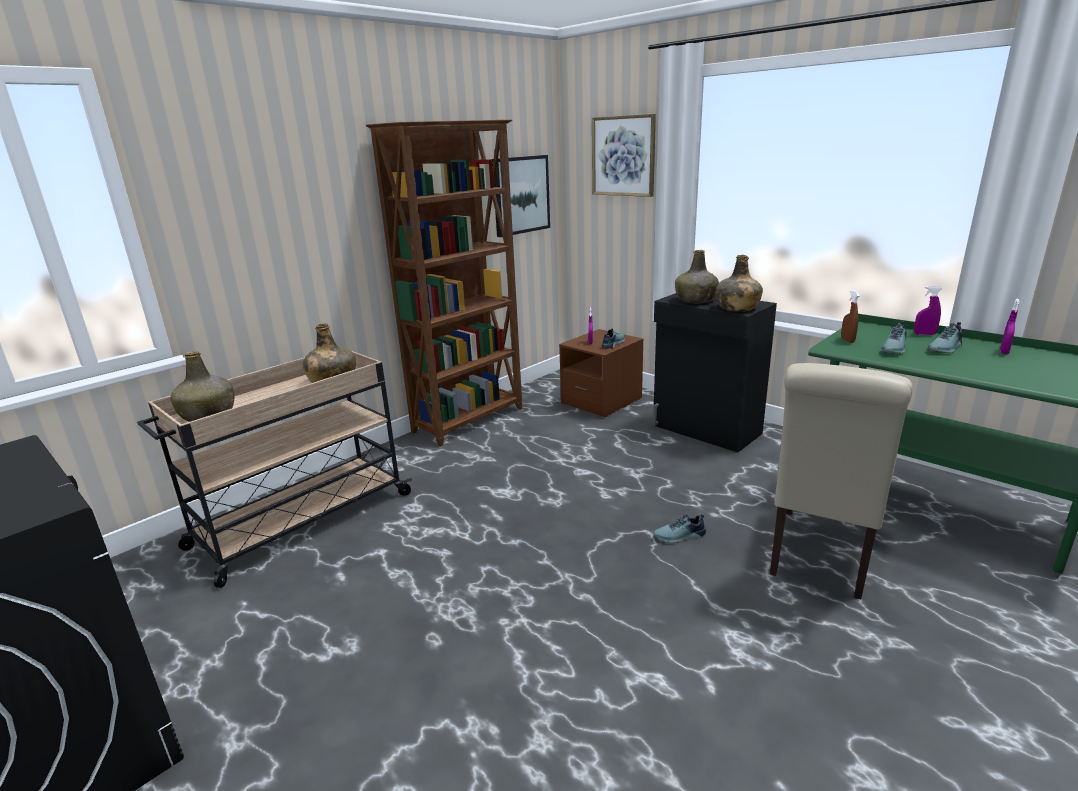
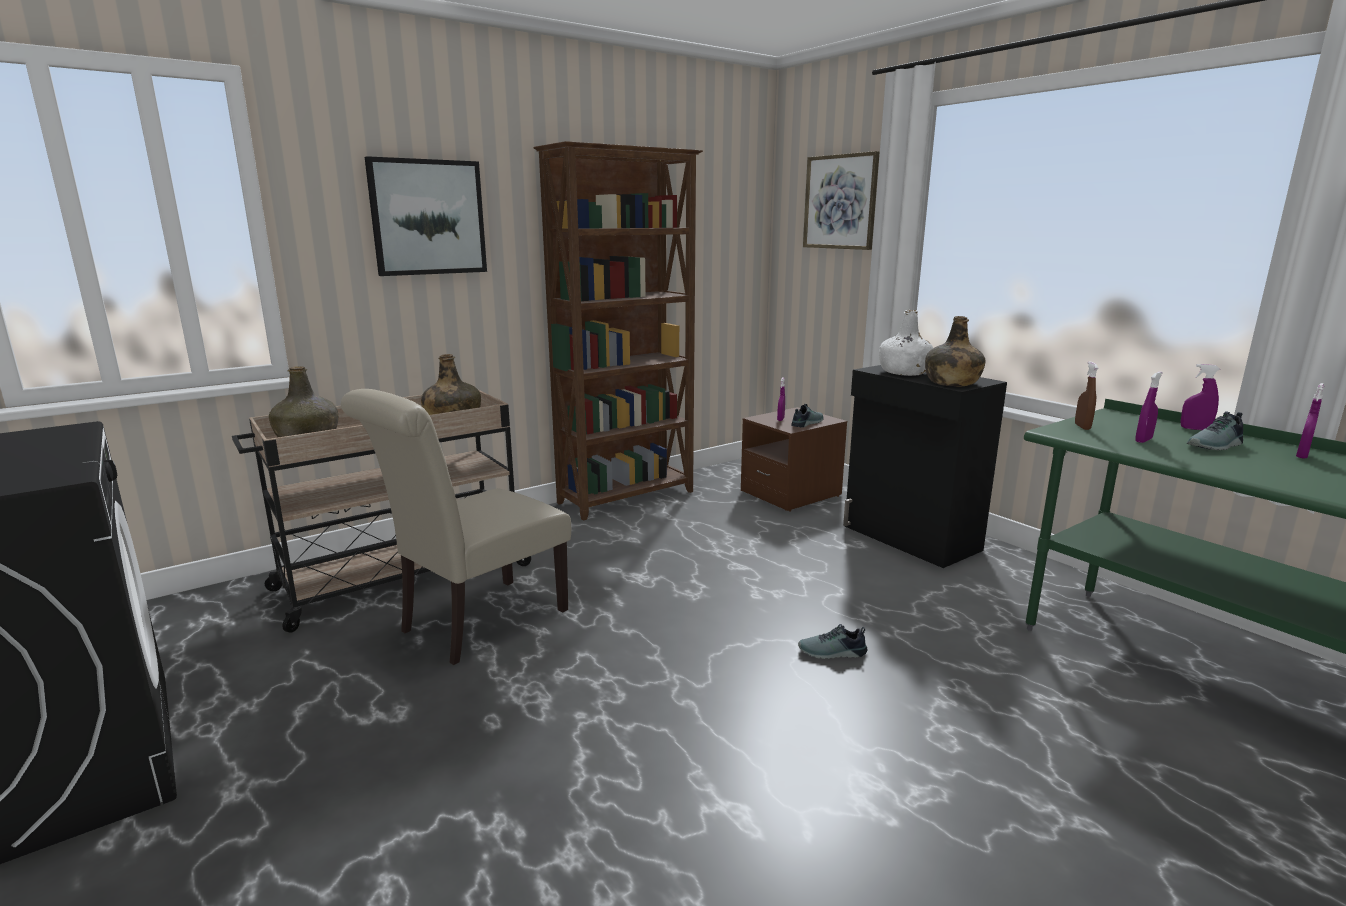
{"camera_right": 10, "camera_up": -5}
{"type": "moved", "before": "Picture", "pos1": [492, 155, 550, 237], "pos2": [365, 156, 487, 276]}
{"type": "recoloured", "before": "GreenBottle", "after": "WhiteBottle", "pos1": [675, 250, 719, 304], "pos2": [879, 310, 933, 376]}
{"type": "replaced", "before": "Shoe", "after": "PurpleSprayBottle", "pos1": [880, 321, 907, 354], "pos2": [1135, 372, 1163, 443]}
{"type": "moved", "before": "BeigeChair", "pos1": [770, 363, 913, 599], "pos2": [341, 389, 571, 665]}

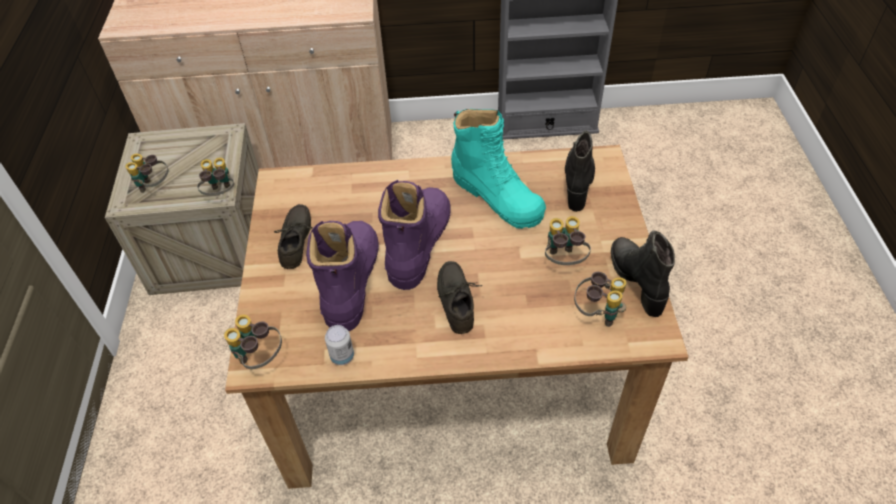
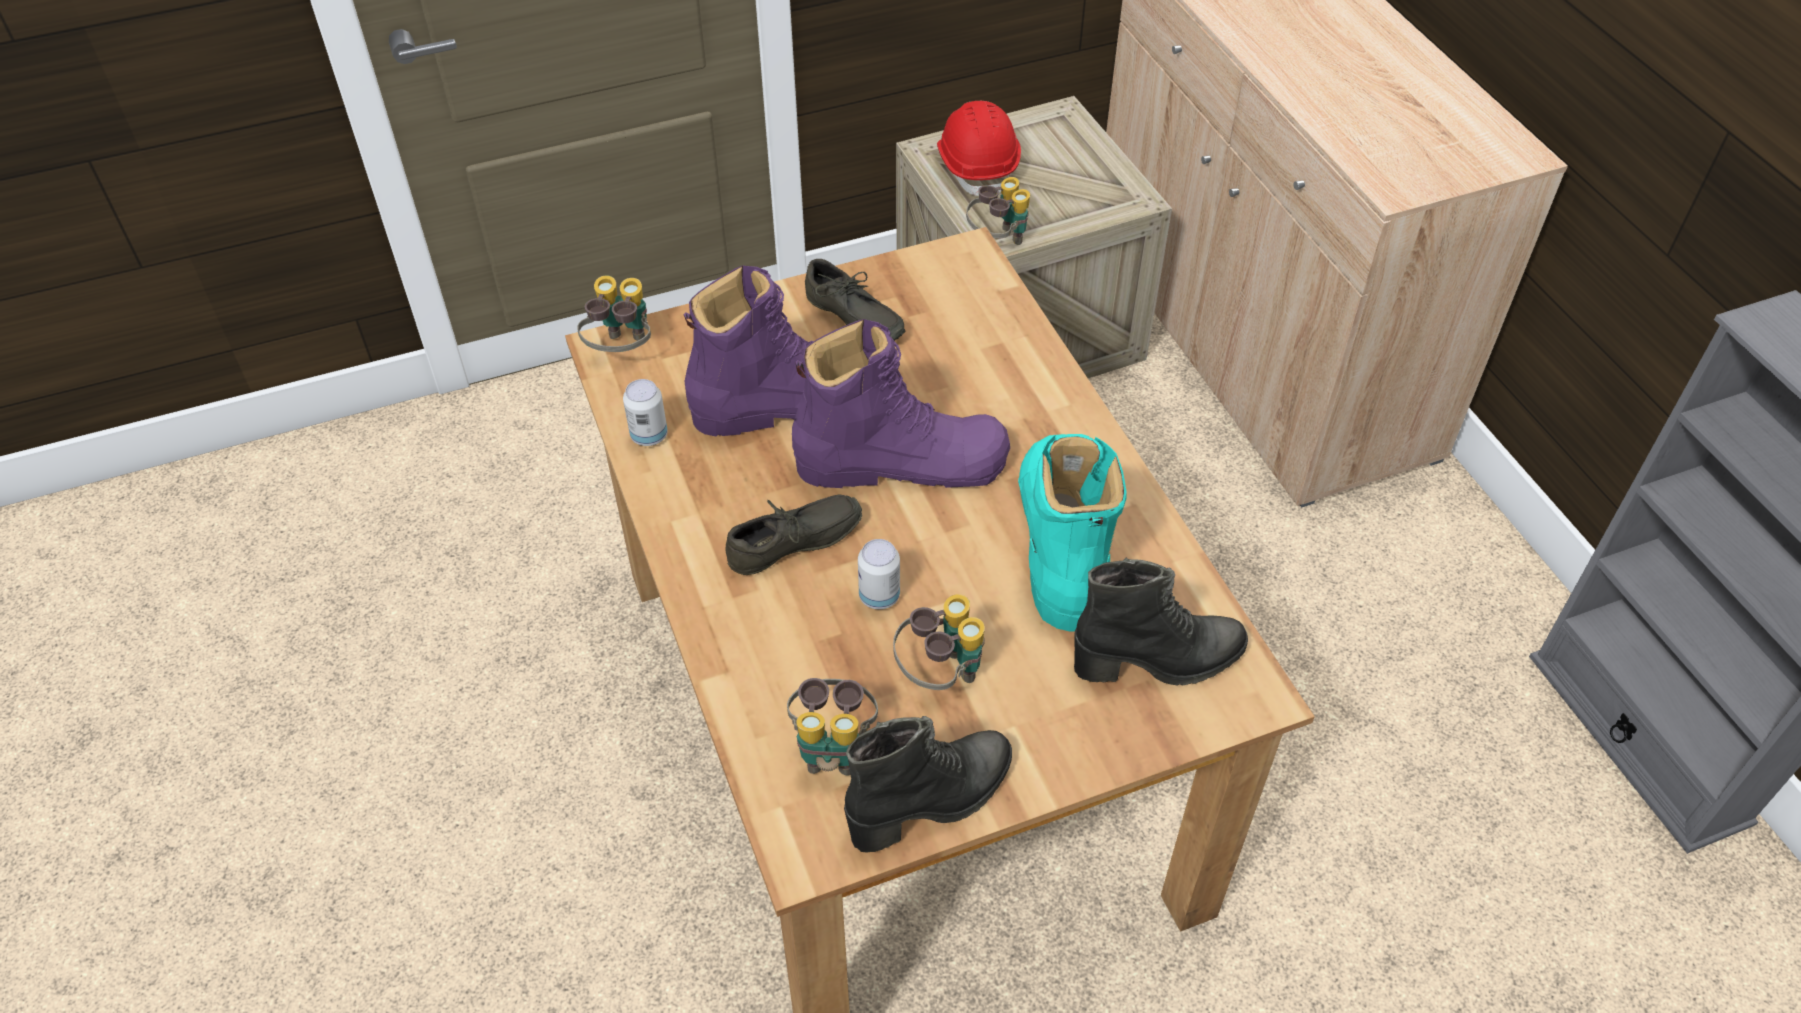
{"camera_right": 70, "camera_up": 0}
{"type": "turned", "before": "TurquoiseBoot", "pos1": [451, 109, 546, 229], "pos2": [1018, 434, 1127, 631], "turn": 150}
{"type": "replaced", "before": "Binoculars", "after": "RedHardHat", "pos1": [125, 154, 169, 193], "pos2": [937, 101, 1021, 196]}
{"type": "turned", "before": "GreyShoe", "pos1": [274, 204, 313, 269], "pos2": [805, 259, 906, 341], "turn": 60}
{"type": "added", "after": "Can", "pos2": [858, 539, 900, 609]}

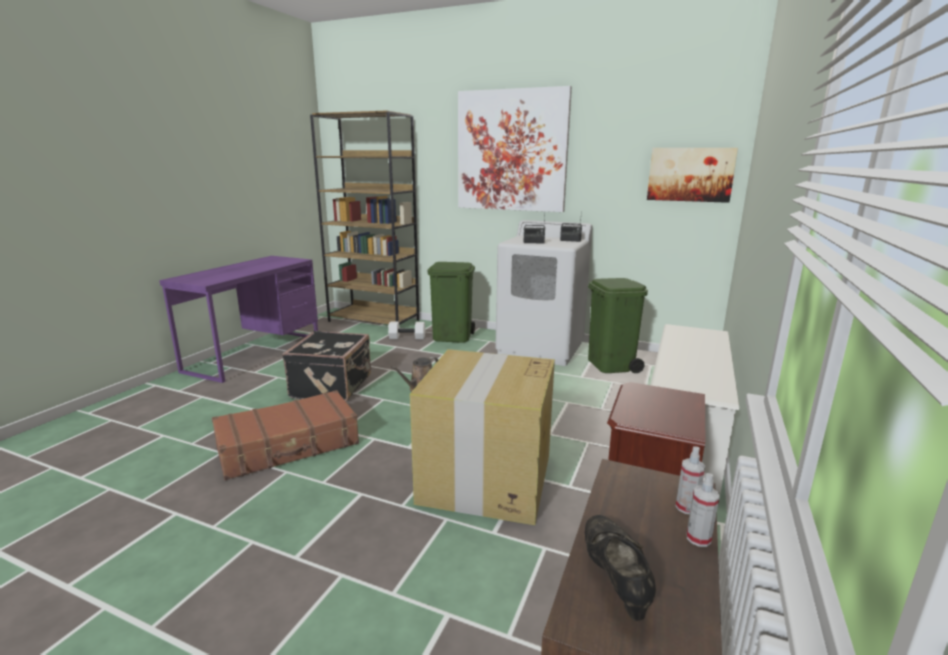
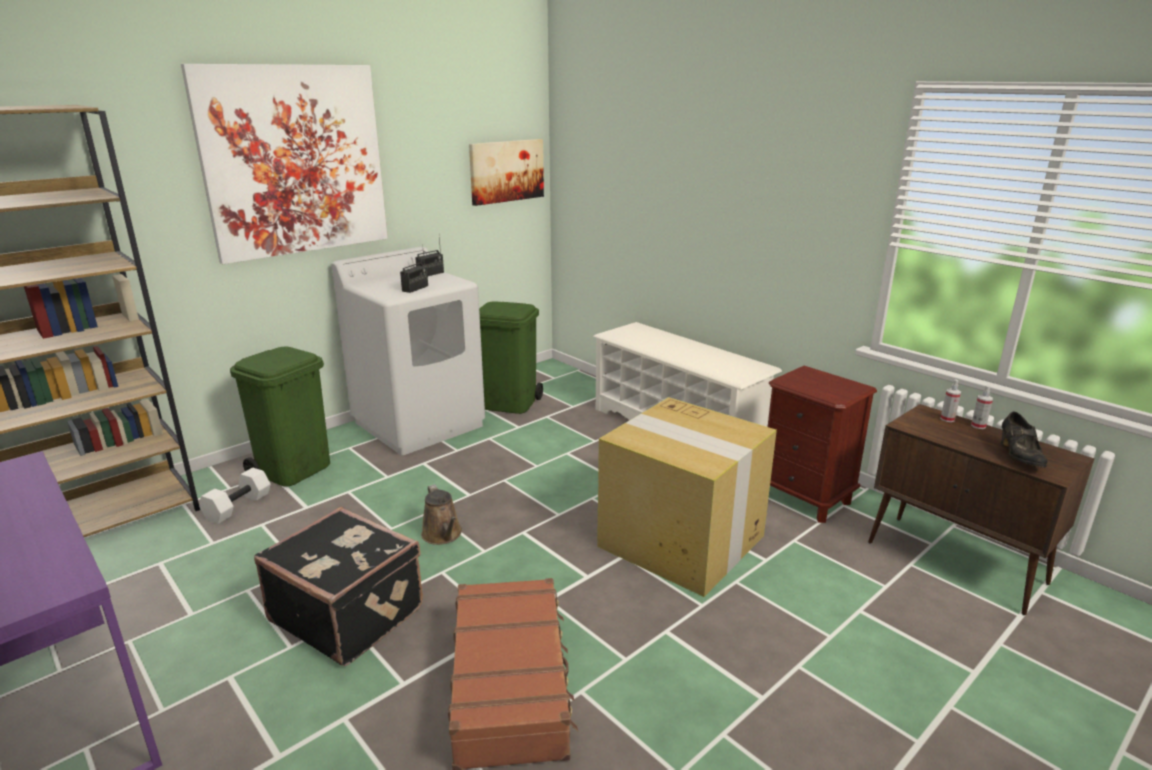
{"camera_right": -65, "camera_up": 5}
{"type": "turned", "before": "BlackShoe", "pos1": [585, 515, 656, 621], "pos2": [1001, 412, 1047, 468], "turn": -105}

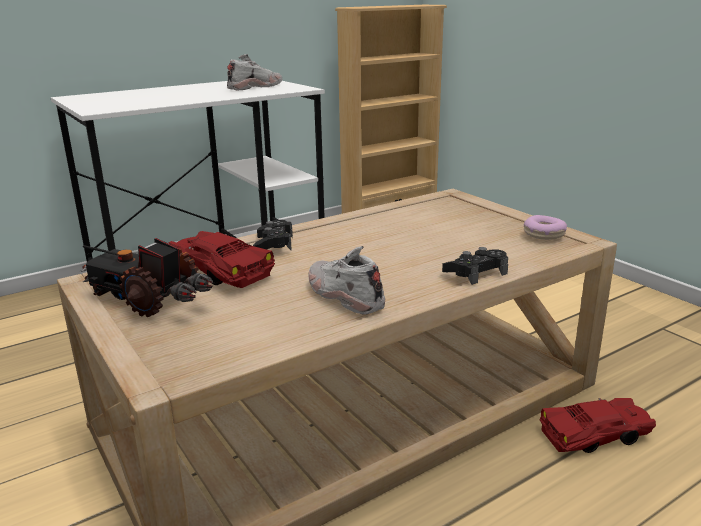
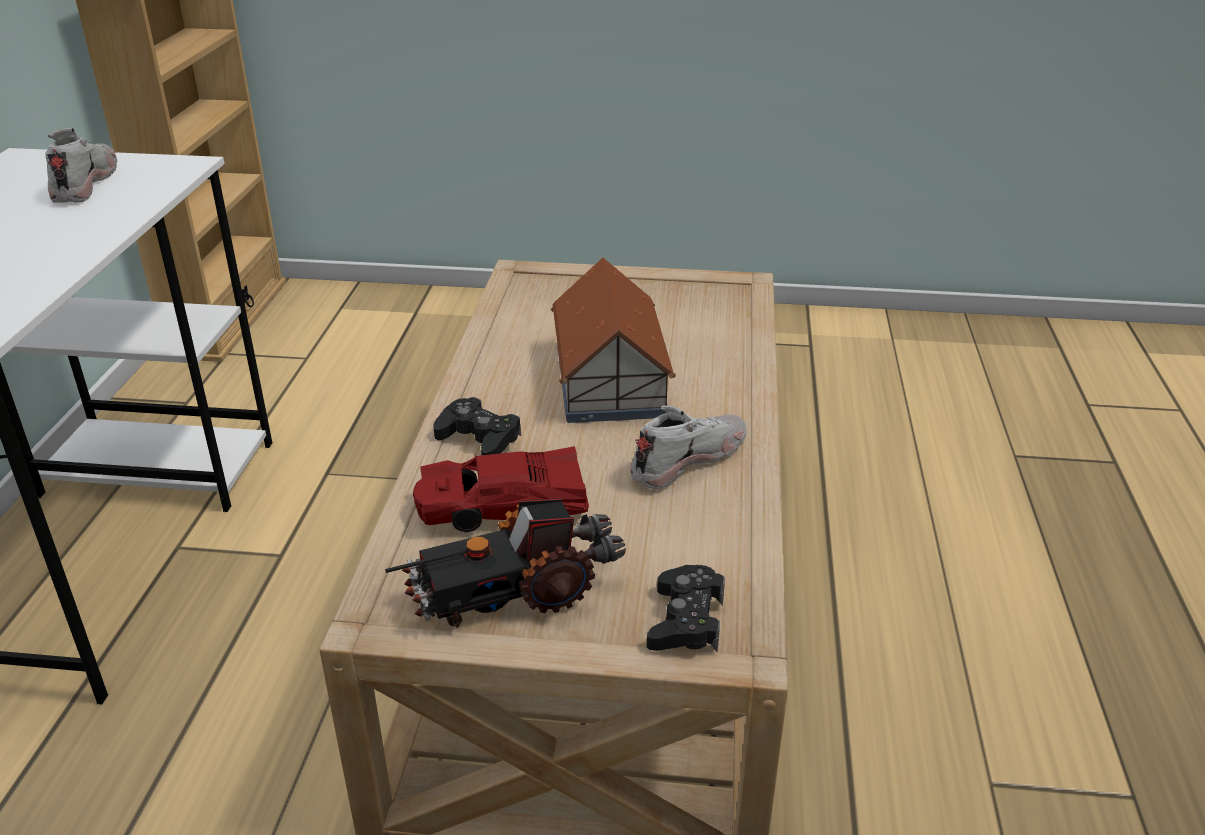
{"camera_right": -50, "camera_up": 10}
{"type": "removed", "before": "Donut", "pos1": [524, 215, 567, 240]}
{"type": "turned", "before": "WhiteShoe", "pos1": [308, 246, 385, 315], "pos2": [631, 405, 746, 490], "turn": 135}
{"type": "moved", "before": "BlackGameController", "pos1": [442, 247, 508, 285], "pos2": [647, 565, 725, 652]}
{"type": "removed", "before": "RedToyCar", "pos1": [539, 398, 656, 453]}
{"type": "added", "after": "ToyHouse", "pos2": [551, 258, 676, 423]}

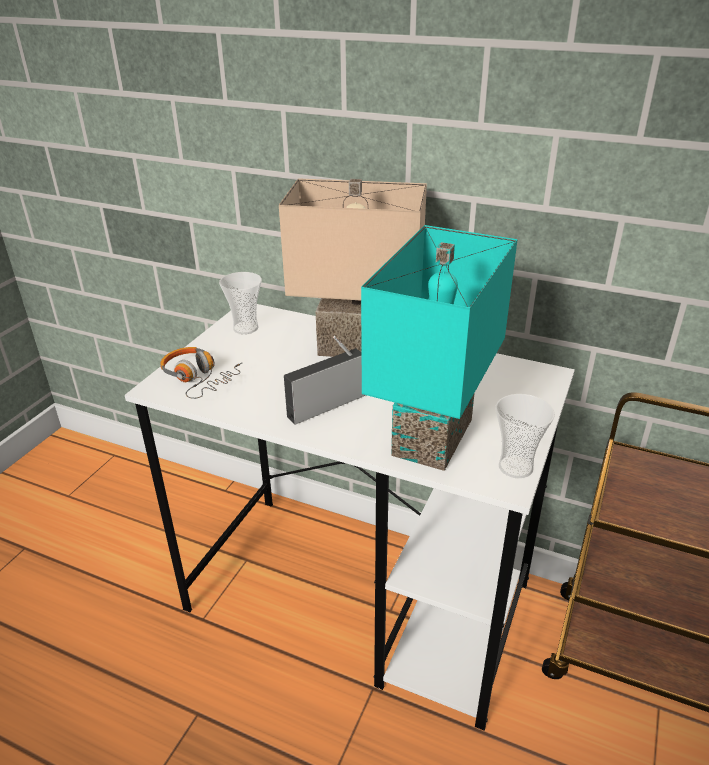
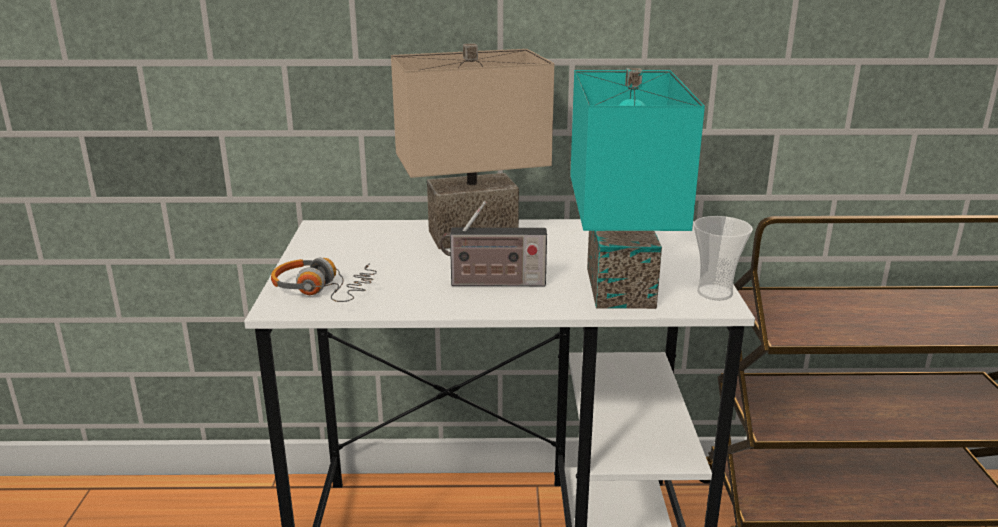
{"camera_right": -25, "camera_up": -10}
{"type": "removed", "before": "Cup", "pos1": [219, 272, 262, 334]}
{"type": "turned", "before": "Radio", "pos1": [284, 336, 365, 425], "pos2": [440, 201, 547, 286], "turn": -120}

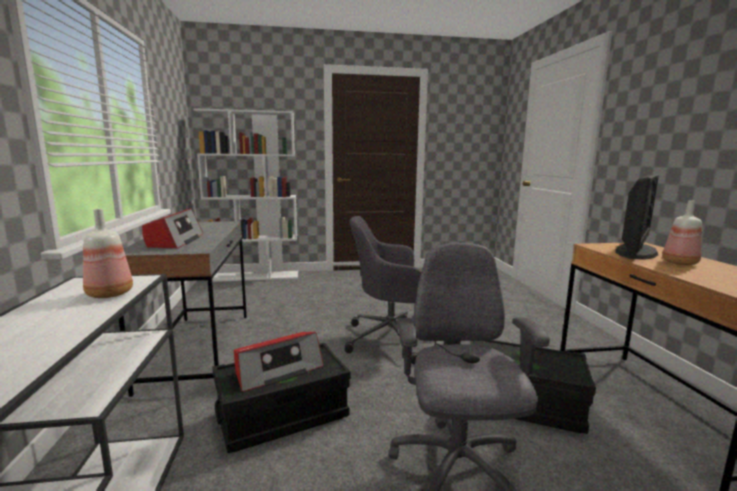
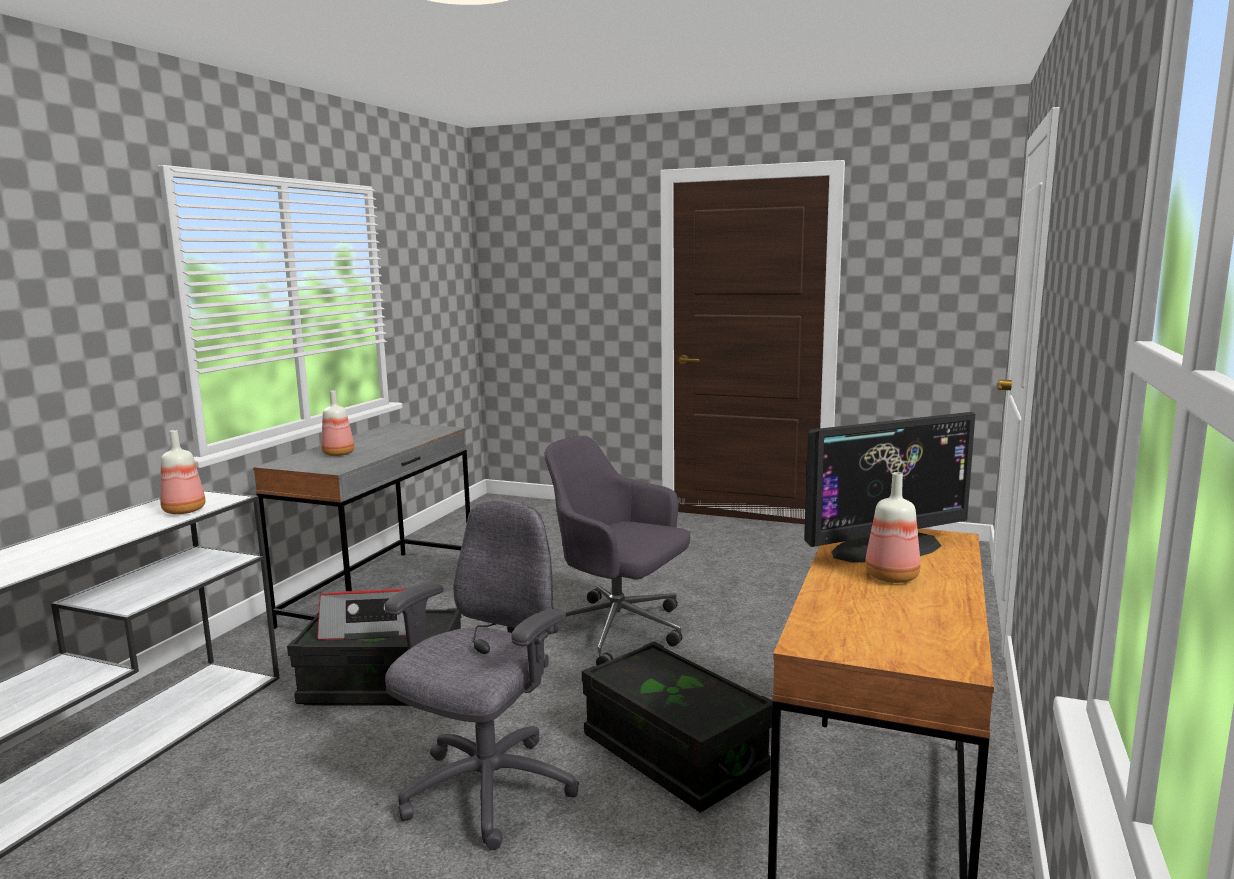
{"camera_right": 30, "camera_up": 0}
{"type": "removed", "before": "WhiteBookcase", "pos1": [193, 108, 298, 282]}
{"type": "replaced", "before": "Radio", "after": "Bottle", "pos1": [142, 208, 203, 248], "pos2": [321, 390, 354, 456]}

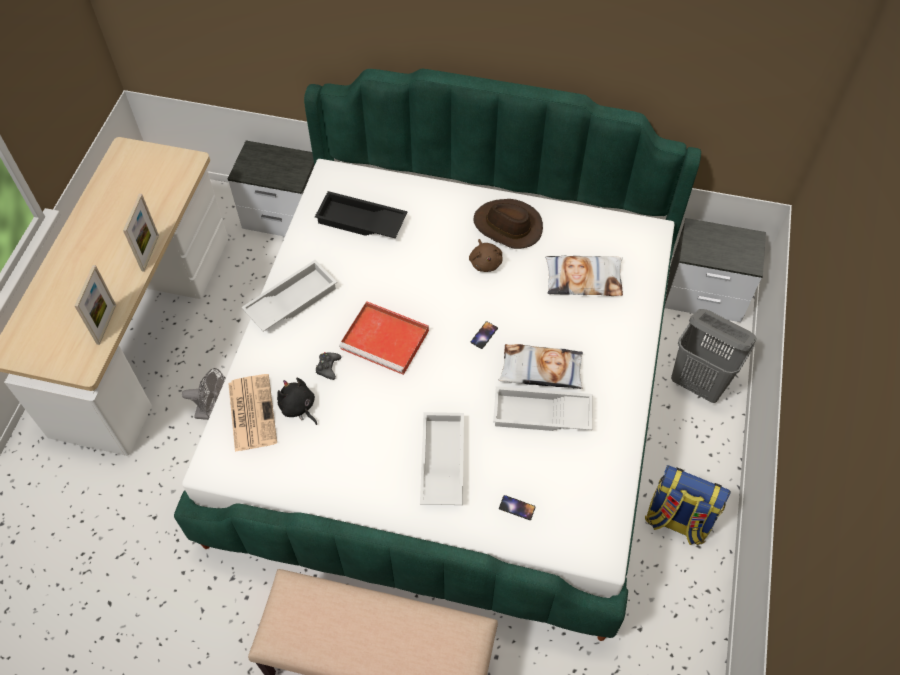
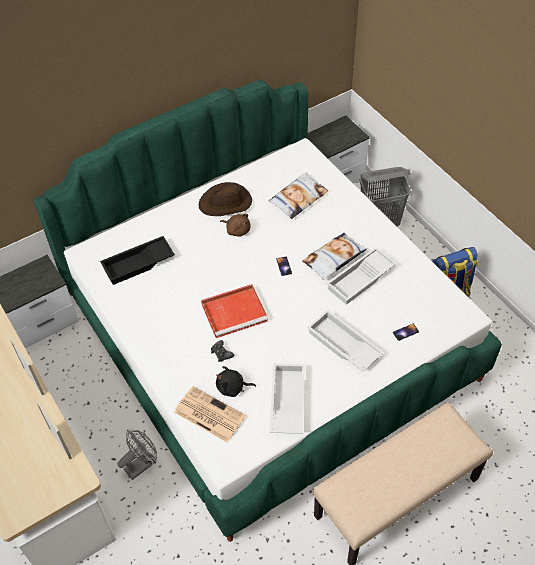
{"camera_right": -45, "camera_up": -5}
{"type": "moved", "before": "WhiteTray", "pos1": [241, 260, 337, 332], "pos2": [270, 363, 305, 434]}

